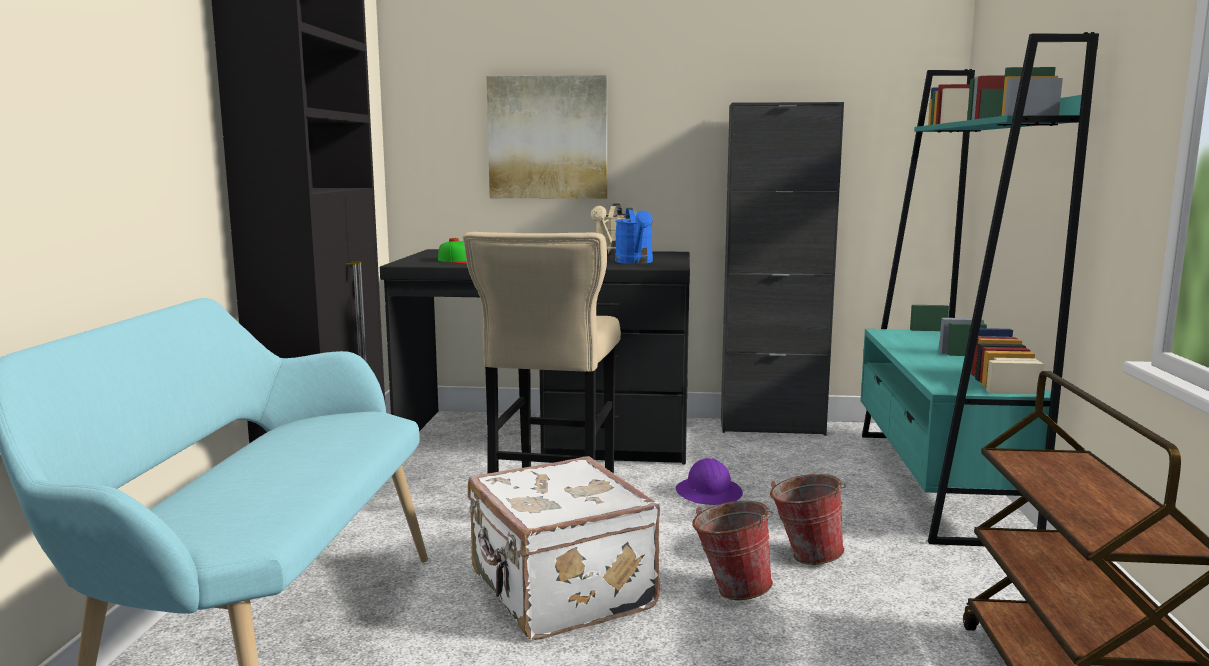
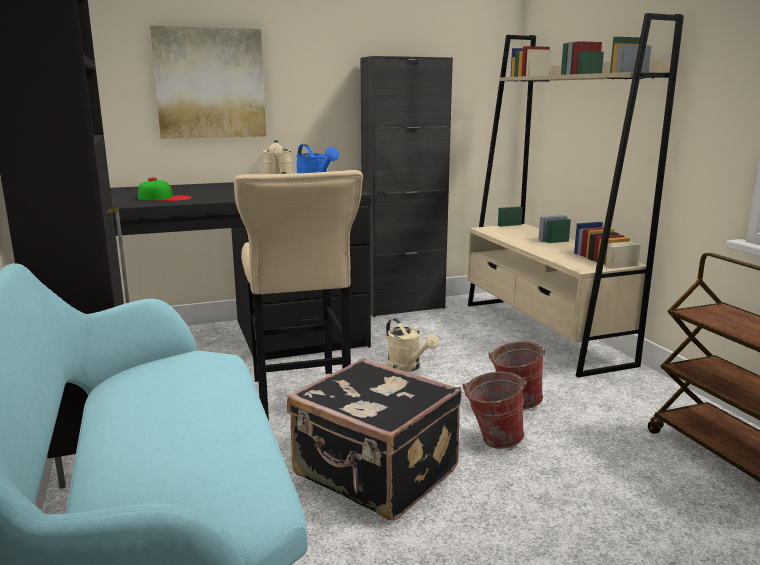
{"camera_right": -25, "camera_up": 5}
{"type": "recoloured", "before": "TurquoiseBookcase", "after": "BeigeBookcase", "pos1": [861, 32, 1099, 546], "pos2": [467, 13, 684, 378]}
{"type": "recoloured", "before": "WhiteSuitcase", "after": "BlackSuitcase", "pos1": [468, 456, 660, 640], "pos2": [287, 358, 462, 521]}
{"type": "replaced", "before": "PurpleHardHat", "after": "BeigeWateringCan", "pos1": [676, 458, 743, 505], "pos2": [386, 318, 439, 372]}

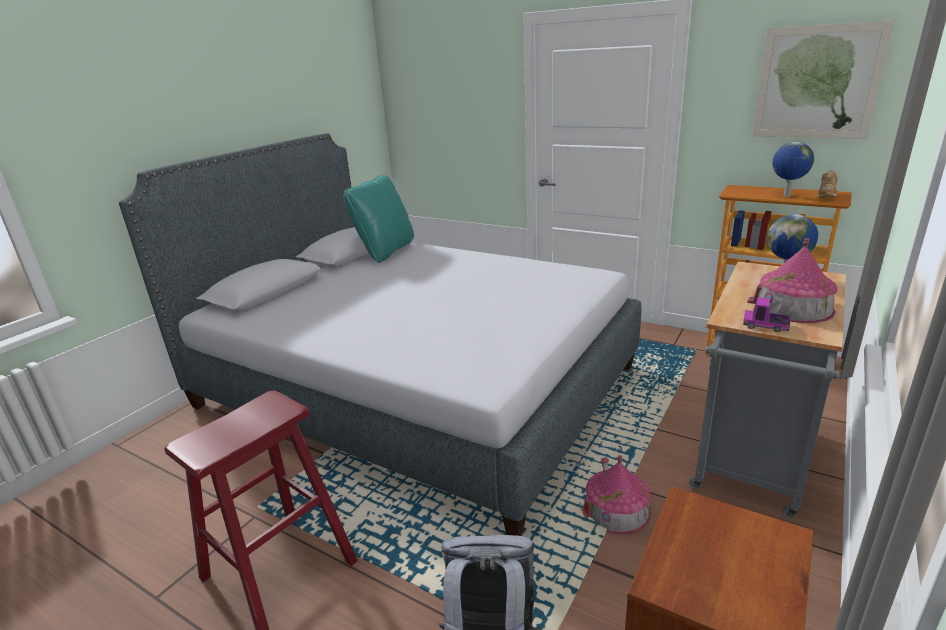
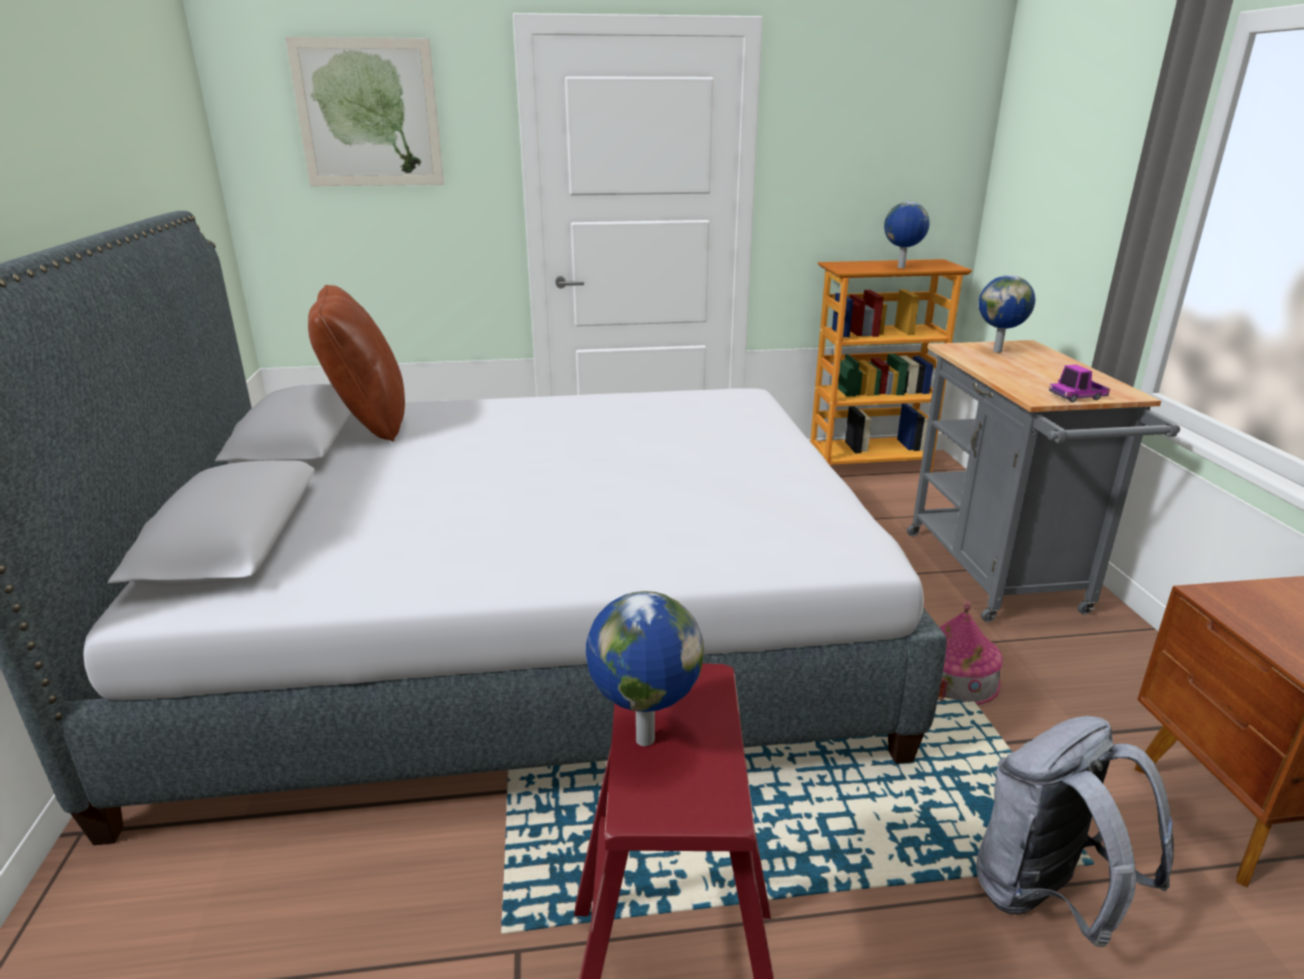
{"camera_right": -40, "camera_up": 0}
{"type": "moved", "before": "Picture", "pos1": [752, 20, 894, 139], "pos2": [285, 37, 444, 186]}
{"type": "removed", "before": "BeigeShoe", "pos1": [818, 170, 838, 198]}
{"type": "recoloured", "before": "TurquoisePillow", "after": "BrownPillow", "pos1": [344, 175, 414, 263], "pos2": [308, 285, 405, 441]}
{"type": "removed", "before": "ToyHouse", "pos1": [747, 238, 837, 323]}
{"type": "added", "after": "Globe", "pos2": [585, 591, 704, 746]}

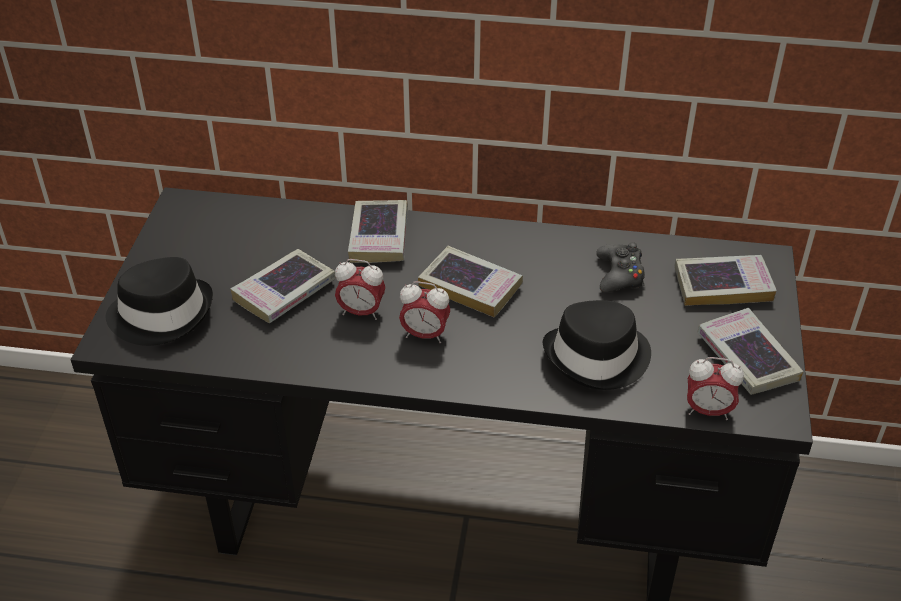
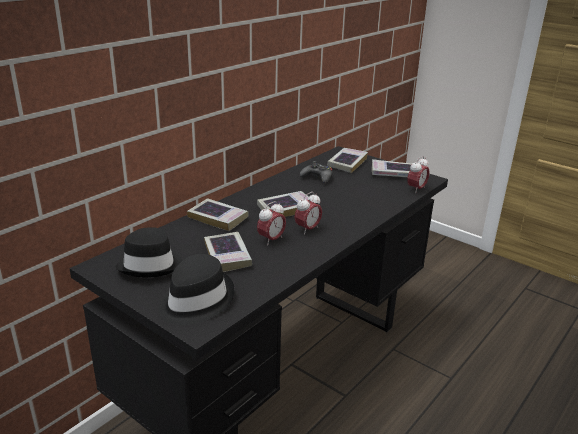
{"camera_right": -60, "camera_up": -15}
{"type": "moved", "before": "BlackHat", "pos1": [543, 300, 651, 390], "pos2": [116, 227, 182, 277]}

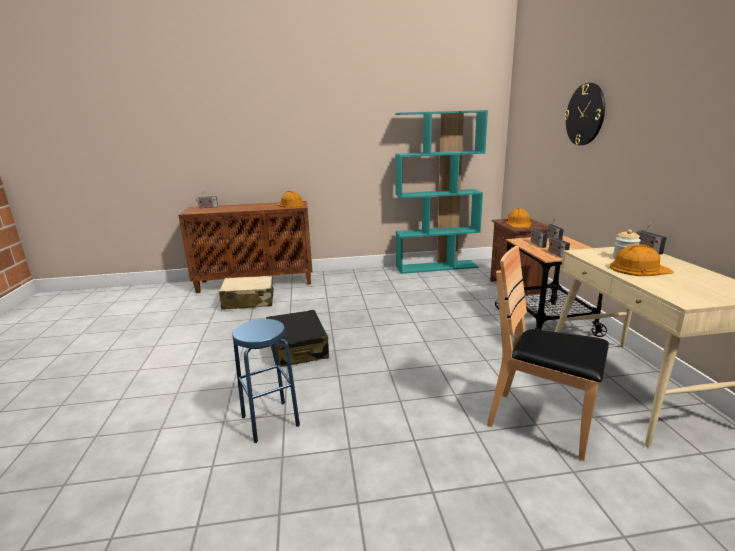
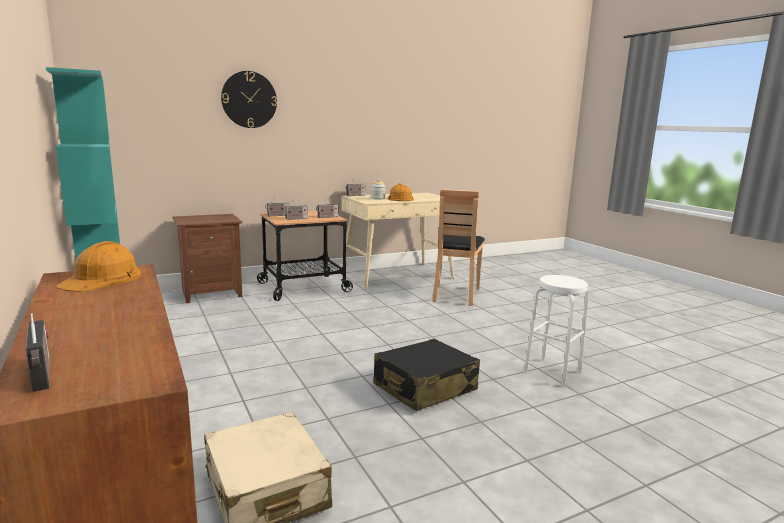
{"camera_right": -110, "camera_up": -5}
{"type": "removed", "before": "OrangeHardHat", "pos1": [505, 208, 532, 228]}
{"type": "recoloured", "before": "BlueStool", "after": "WhiteStool", "pos1": [232, 319, 300, 443], "pos2": [524, 275, 589, 387]}

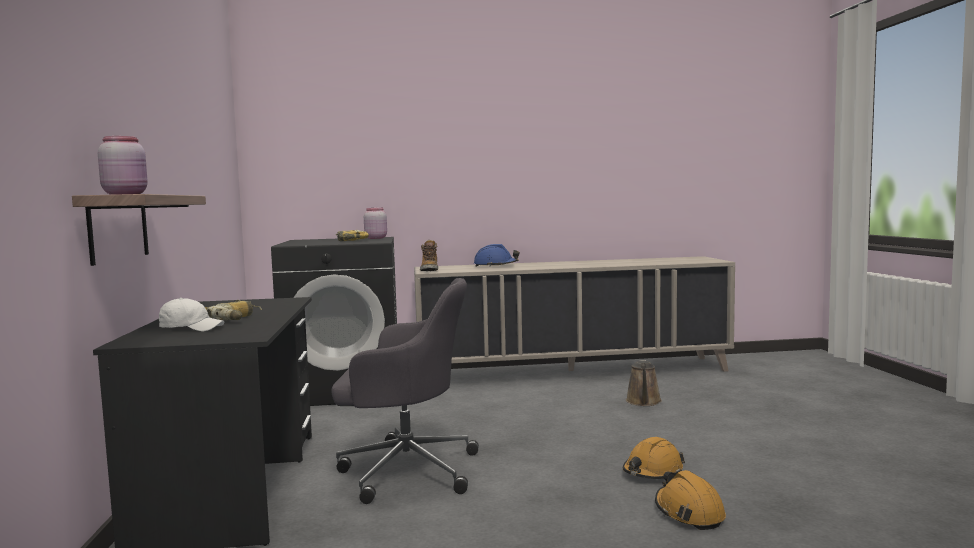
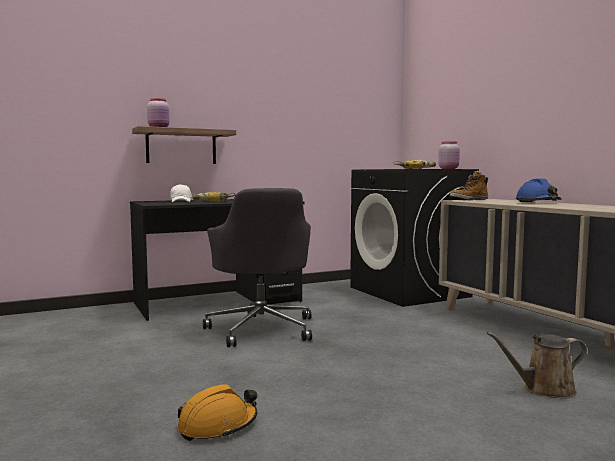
{"camera_right": 70, "camera_up": 0}
{"type": "removed", "before": "OrangeHardHat", "pos1": [623, 437, 685, 479]}

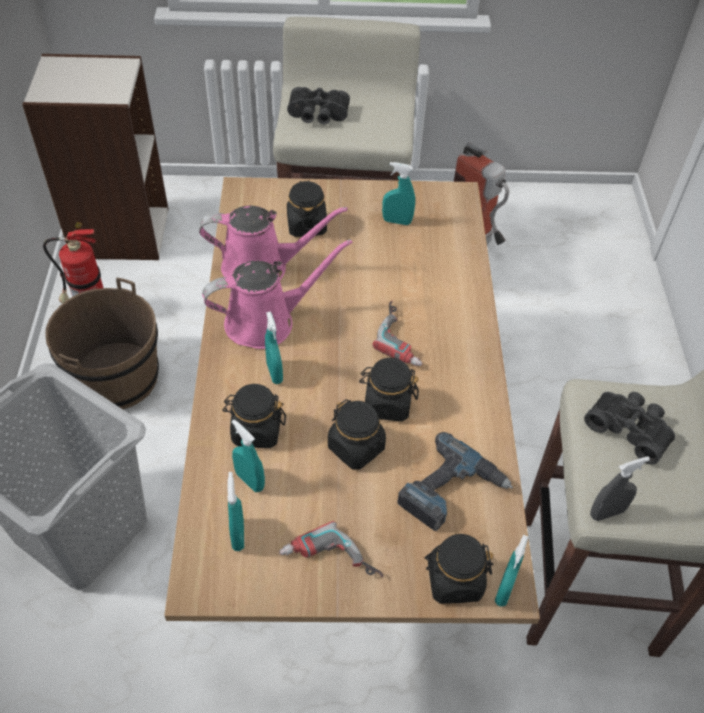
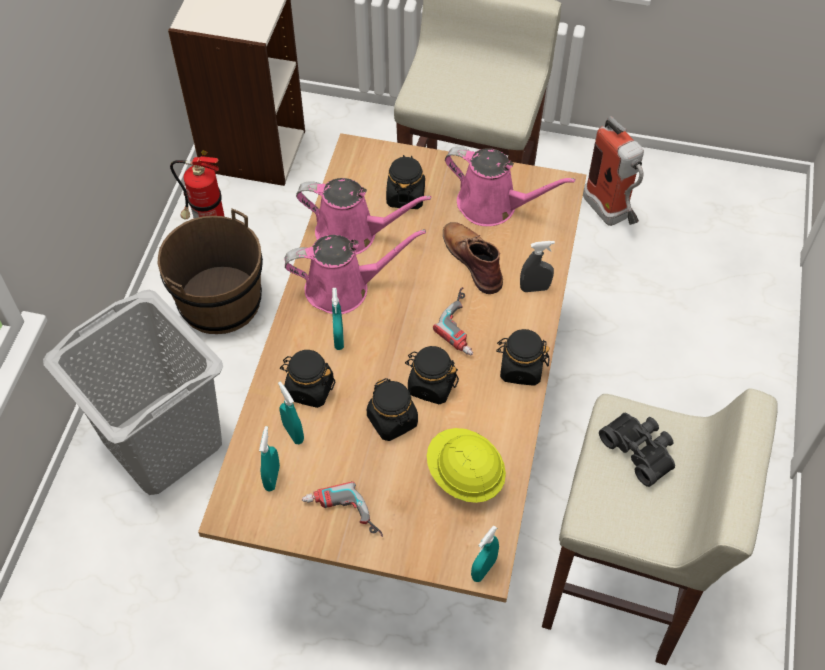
{"camera_right": 15, "camera_up": 5}
{"type": "removed", "before": "BlackBinoculars", "pos1": [287, 87, 350, 124]}
{"type": "replaced", "before": "TurquoiseSprayBottle", "after": "PinkWateringCan", "pos1": [382, 162, 415, 225], "pos2": [445, 147, 576, 226]}
{"type": "replaced", "before": "PowerDrill", "after": "YellowHardHat", "pos1": [397, 432, 513, 531], "pos2": [427, 428, 506, 503]}
{"type": "moved", "before": "GreySprayBottle", "pos1": [590, 457, 650, 521], "pos2": [520, 241, 555, 292]}
{"type": "moved", "before": "BlackJar", "pos1": [425, 534, 493, 604], "pos2": [496, 329, 550, 386]}
{"type": "added", "after": "BrownBoot", "pos2": [443, 222, 503, 294]}

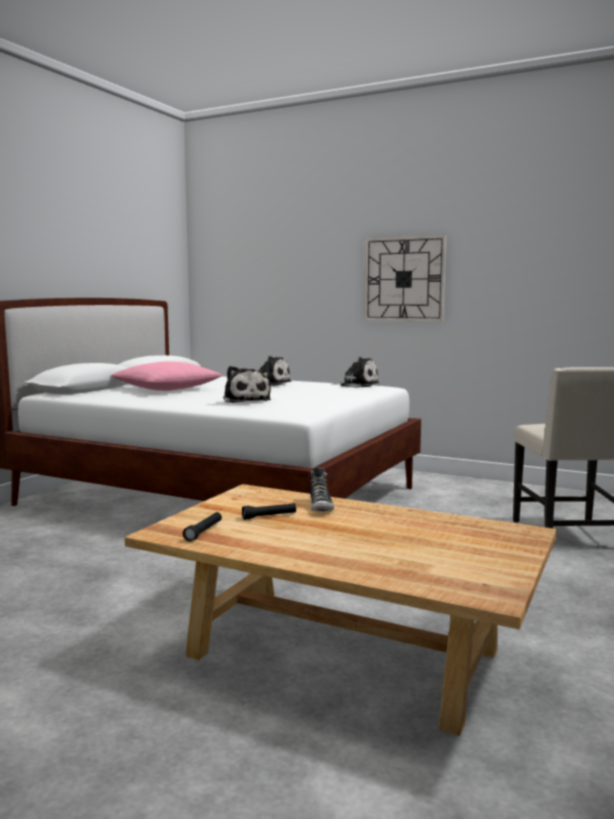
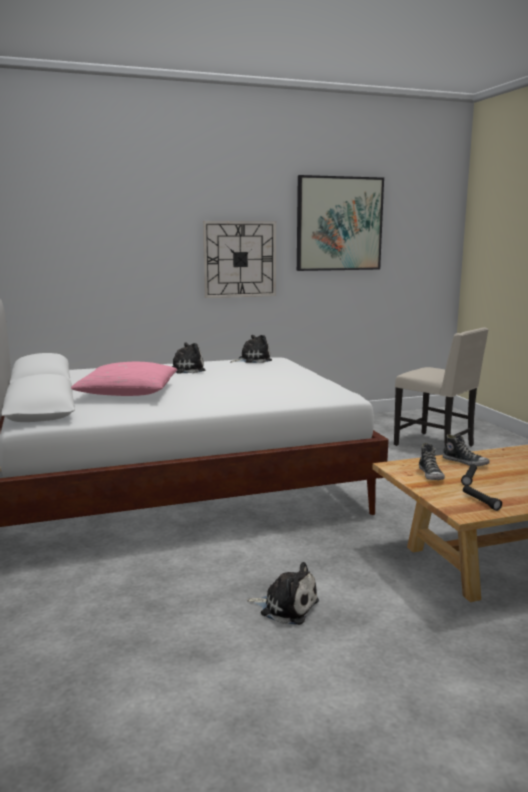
{"camera_right": -45, "camera_up": 5}
{"type": "moved", "before": "PlushToy", "pos1": [223, 366, 271, 403], "pos2": [247, 562, 319, 625]}
{"type": "added", "after": "Picture", "pos2": [297, 175, 384, 271]}
{"type": "added", "after": "Shoe", "pos2": [419, 443, 445, 480]}

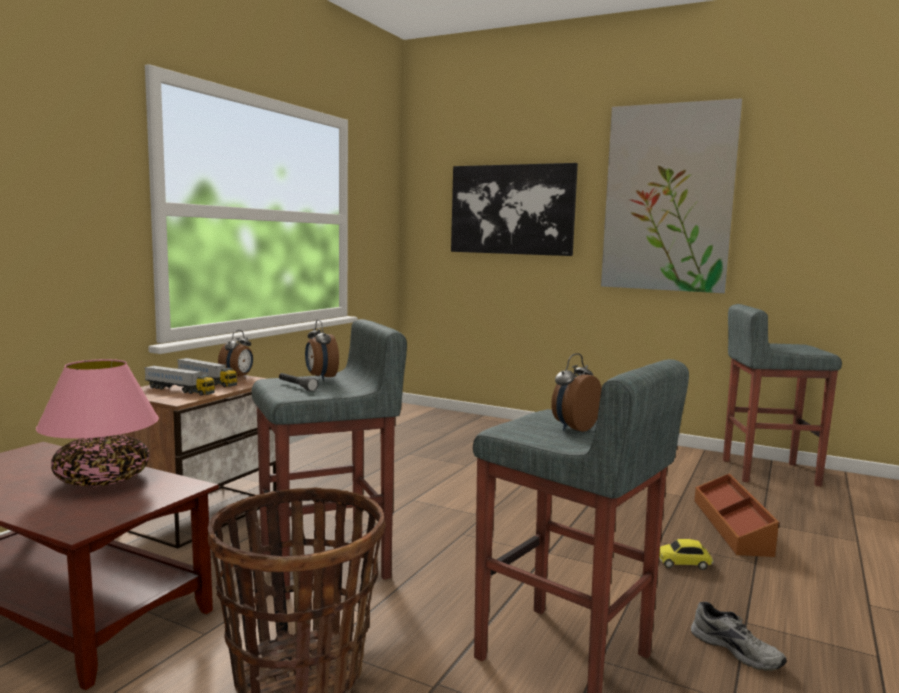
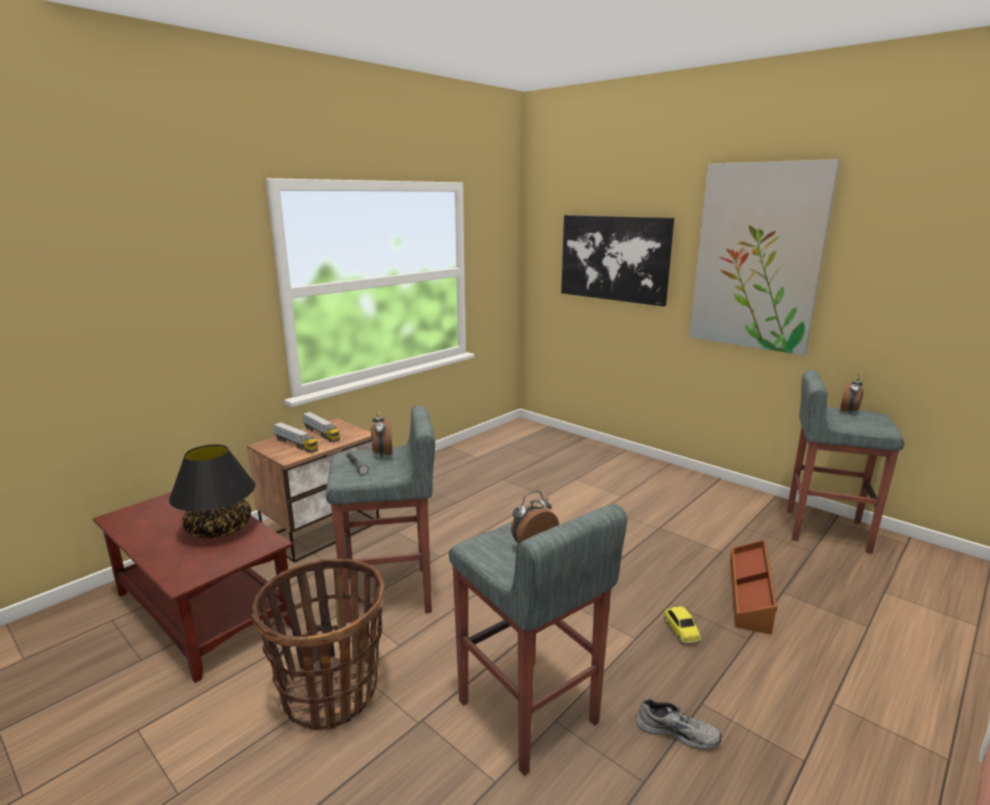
{"camera_right": 15, "camera_up": 10}
{"type": "moved", "before": "AlarmClock", "pos1": [218, 330, 253, 376], "pos2": [840, 374, 864, 414]}
{"type": "recoloured", "before": "PinkTableLamp", "after": "BlackTableLamp", "pos1": [36, 359, 159, 487], "pos2": [169, 444, 256, 539]}
{"type": "turned", "before": "ToyCar", "pos1": [659, 539, 713, 570], "pos2": [664, 606, 701, 644], "turn": -120}
{"type": "turned", "before": "GreyShoe", "pos1": [691, 602, 787, 671], "pos2": [636, 698, 722, 750], "turn": -45}

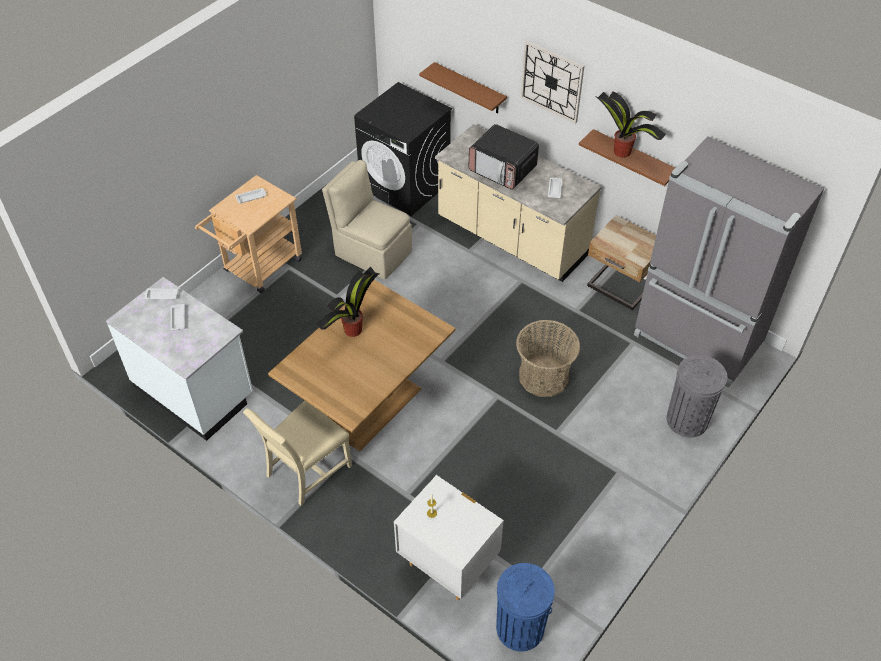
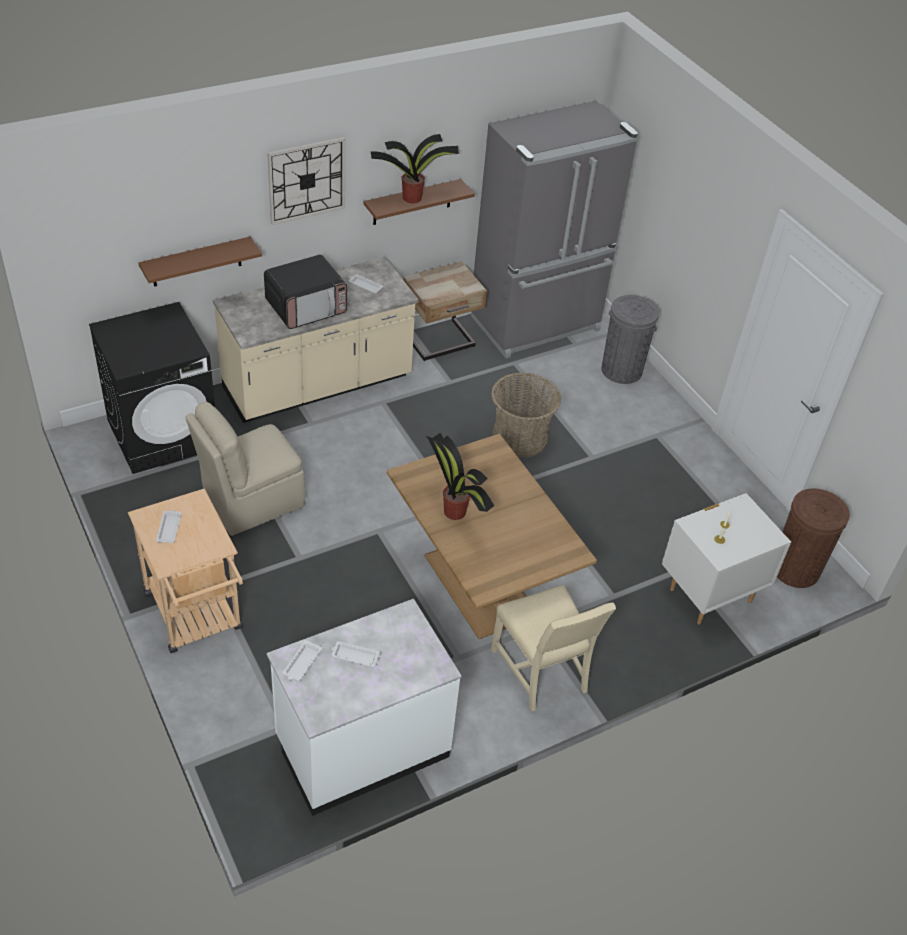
{"camera_right": -70, "camera_up": -5}
{"type": "recoloured", "before": "BlueTrashCan", "after": "BrownTrashCan", "pos1": [496, 563, 555, 652], "pos2": [777, 488, 850, 588]}

